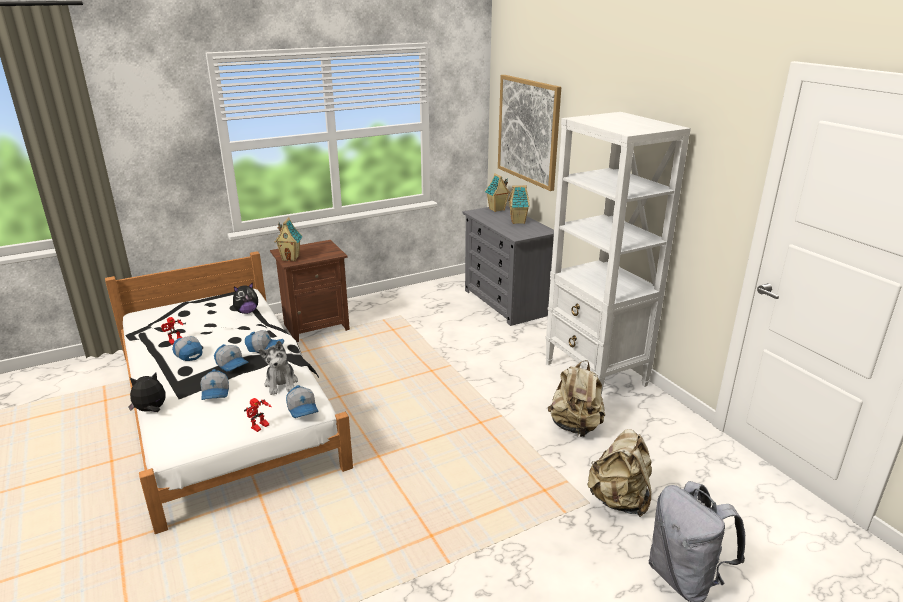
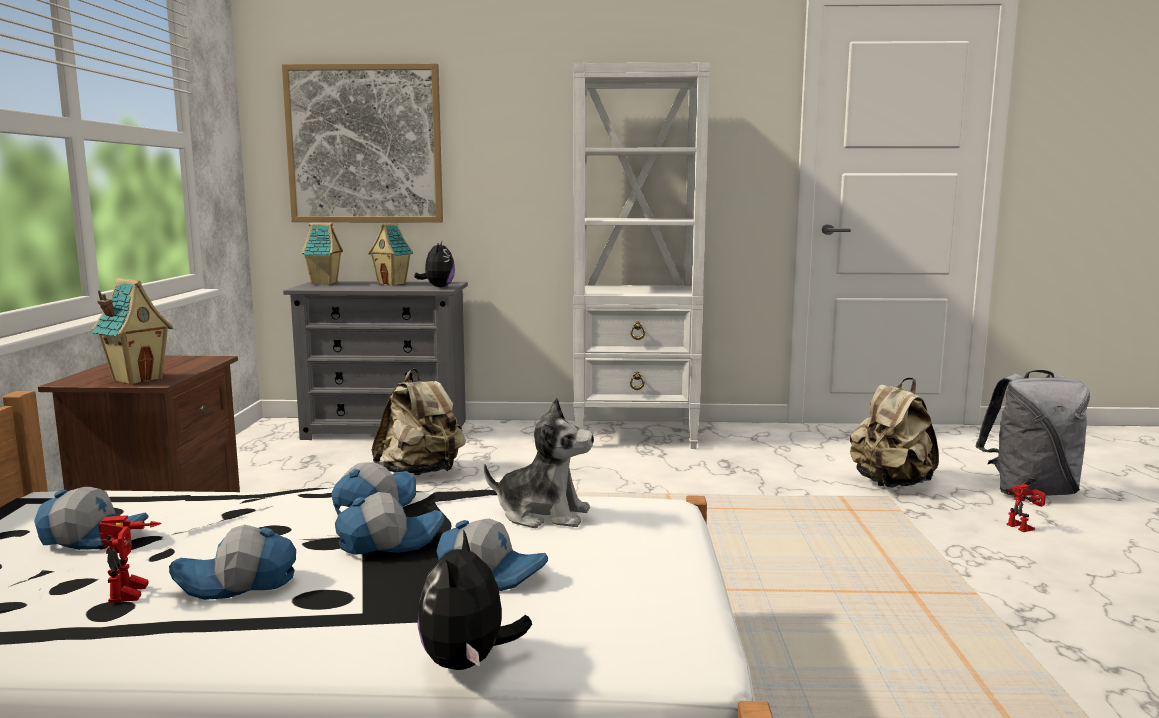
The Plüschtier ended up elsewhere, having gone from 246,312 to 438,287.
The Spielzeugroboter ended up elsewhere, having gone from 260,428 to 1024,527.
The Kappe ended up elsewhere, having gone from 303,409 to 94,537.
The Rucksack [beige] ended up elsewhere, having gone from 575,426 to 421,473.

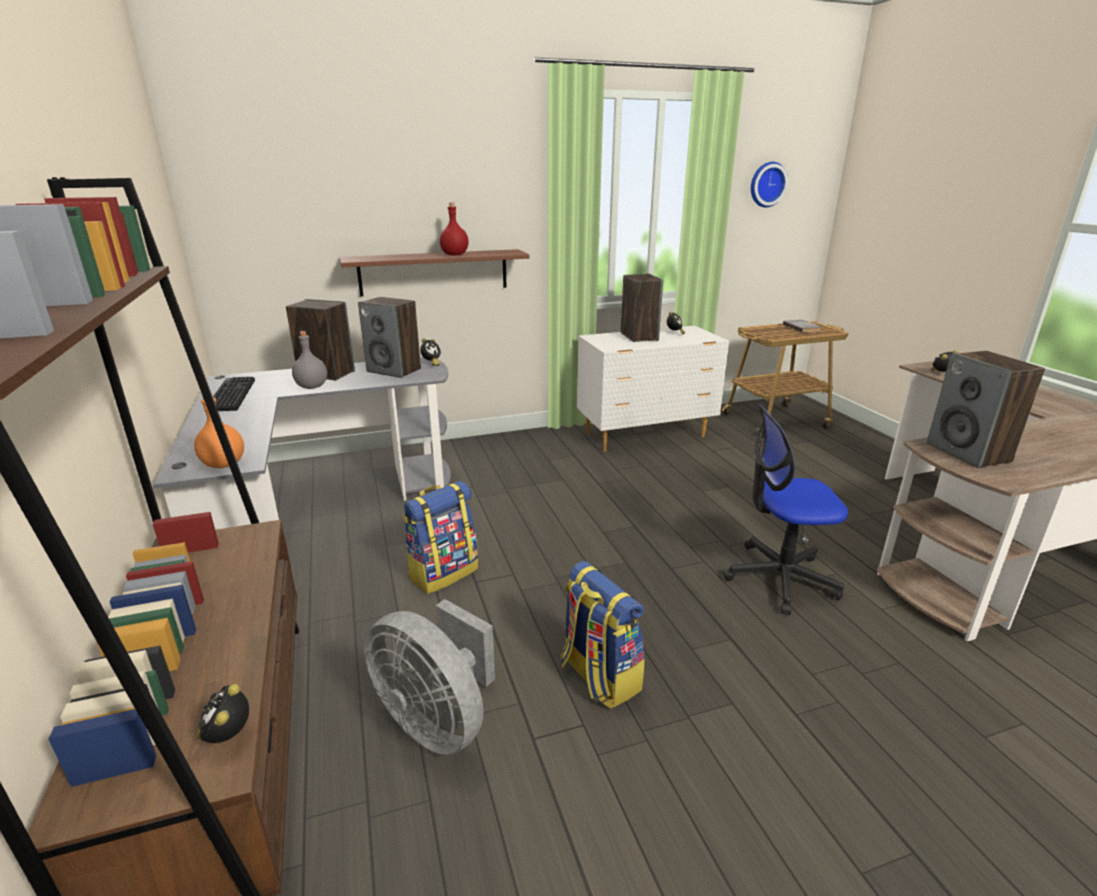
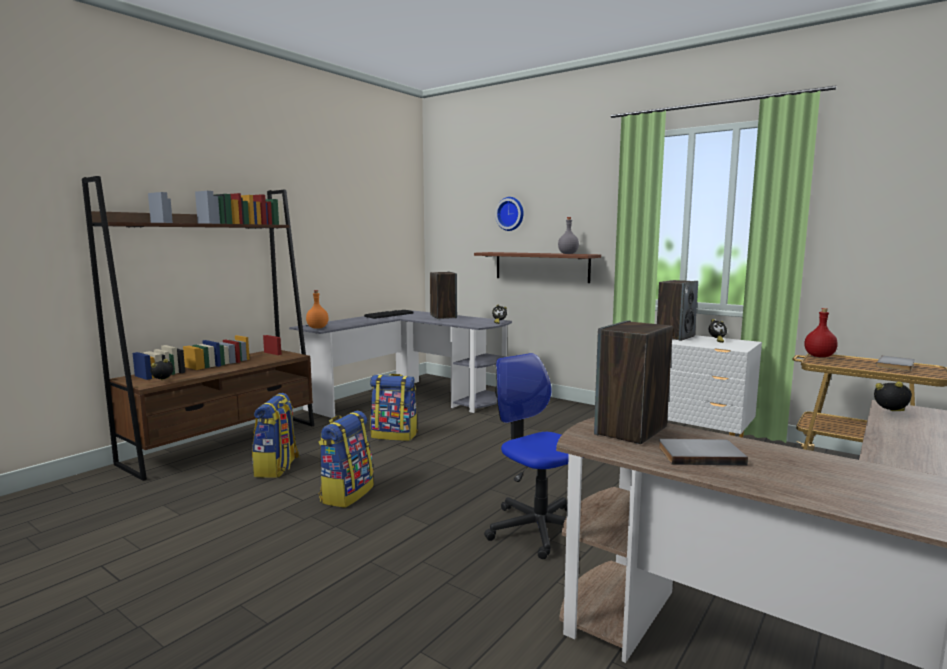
The Flasche [grau] ended up elsewhere, having gone from 311,387 to 567,253.
The second view lost the Lautsprecher at 394,370.
Where the Ventilator [grau] stood at 437,721, the Rucksack came to stand at 277,468.
The Flasche [rot] ended up elsewhere, having gone from 455,255 to 820,356.
The Wanduhr ended up elsewhere, having gone from 766,184 to 510,214.
The second view gained the Buch [grau] at 699,454.

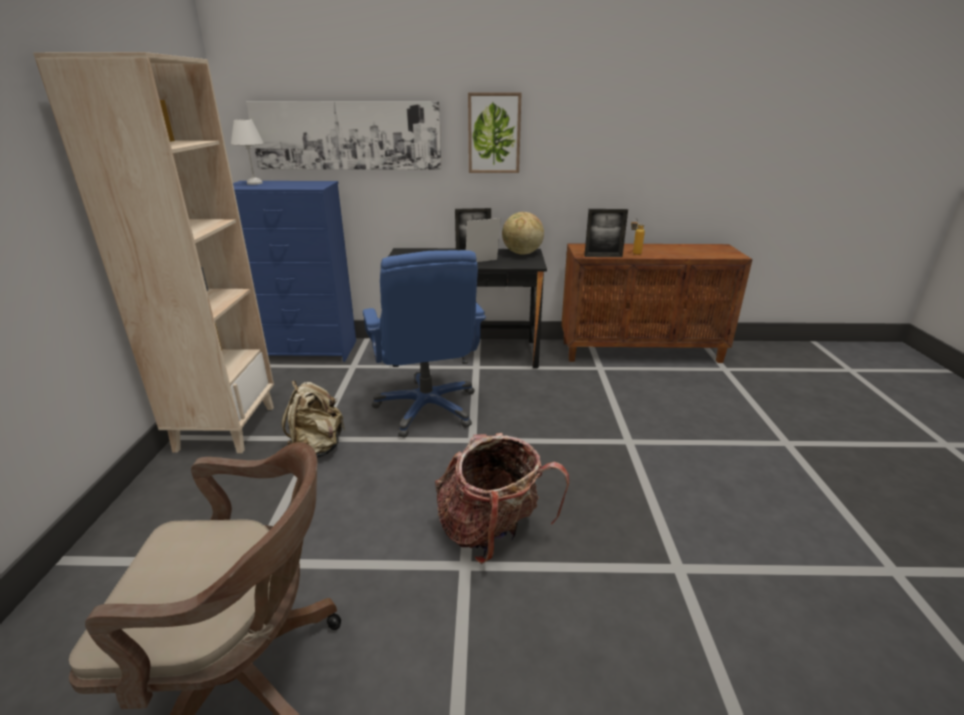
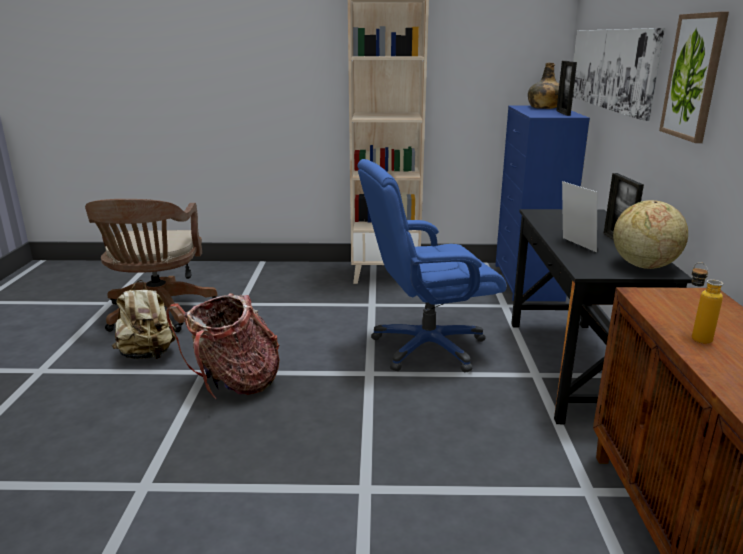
Where the Tischlampe [weiß] stood at 254,183, the Flasche [grün] came to stand at 544,107.
The Rucksack [beige] ended up elsewhere, having gone from 317,449 to 148,355.
The Bilderrahmen ended up elsewhere, having gone from 603,256 to 563,113.

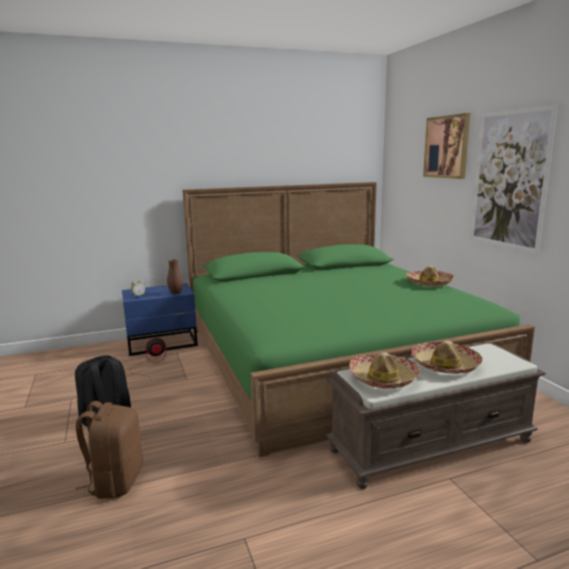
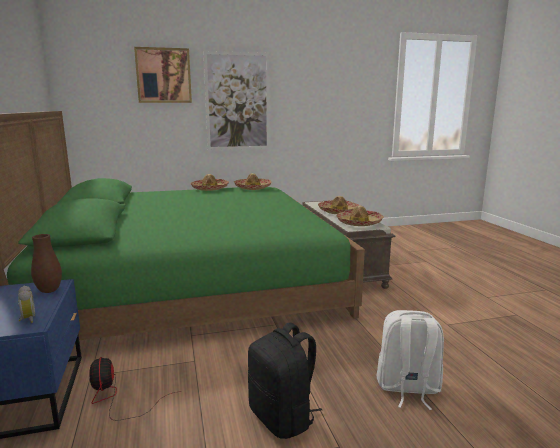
What was the Rucksack [braun] at 115,481 turned into the Rucksack [weiß] at 407,388.
The second view gained the Hut at 252,188.

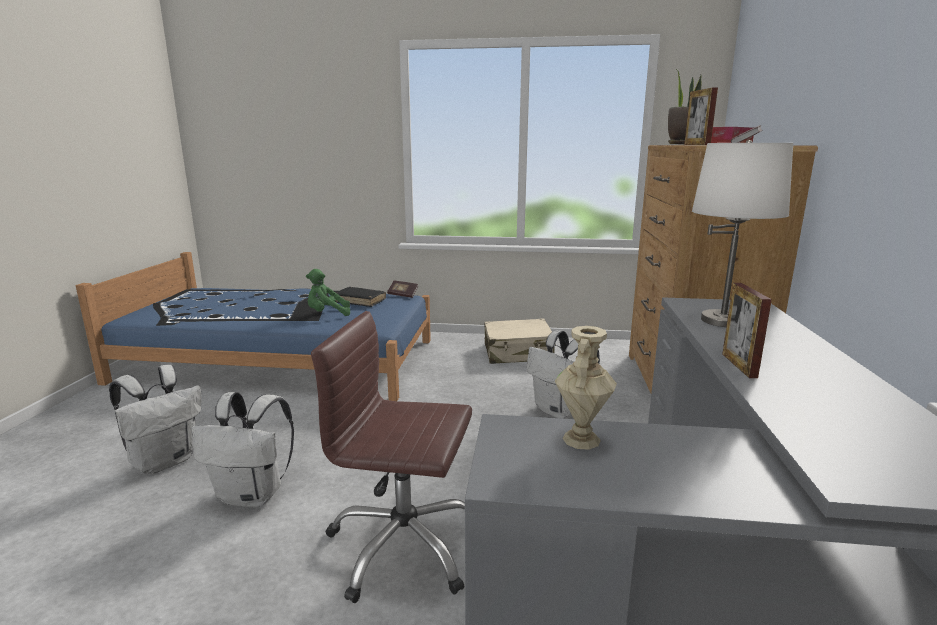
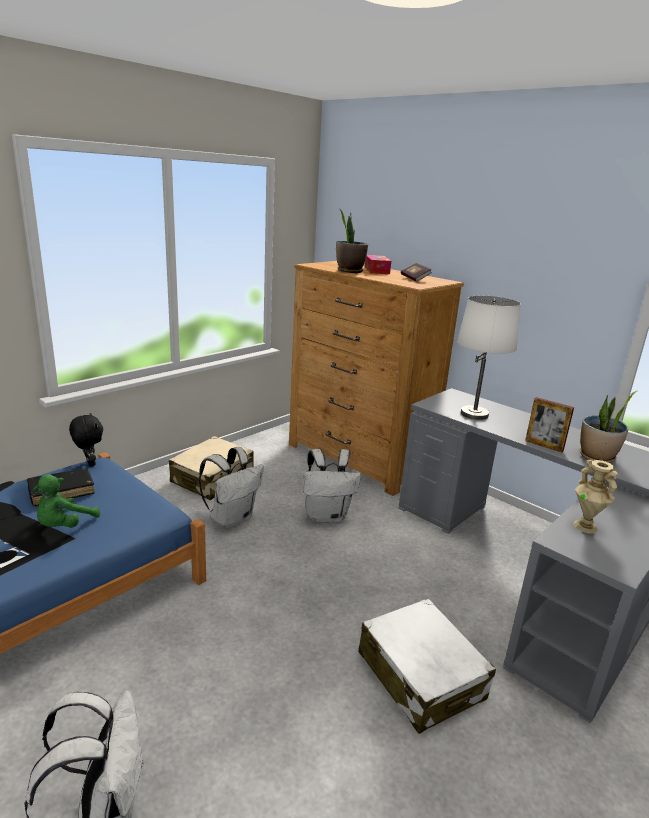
The Rucksack [weiß] ended up elsewhere, having gone from 253,495 to 232,518.
Where the Bürostuhl [braun] stood at 404,545, the Koffer [weiß] came to stand at 420,676.
Where the Buch stood at 403,295, the Plüschtier [schwarz] came to stand at 89,463.
The second view lost the Bilderrahmen at 697,144.
The second view gained the Topfpflanze at 596,457.

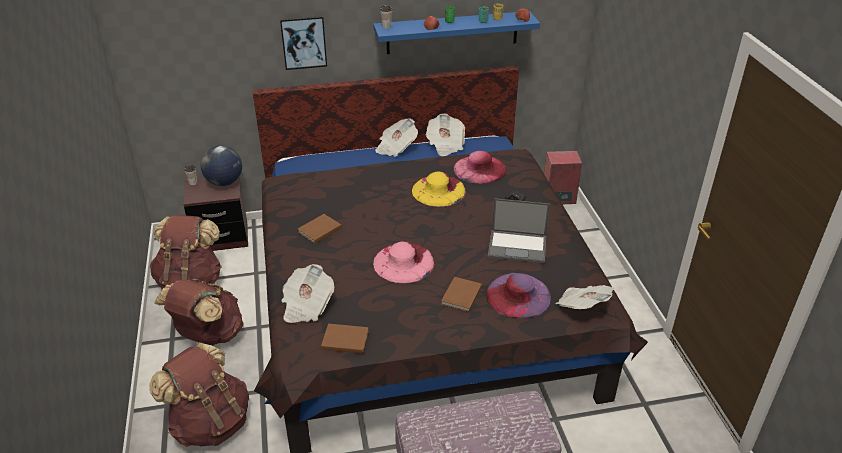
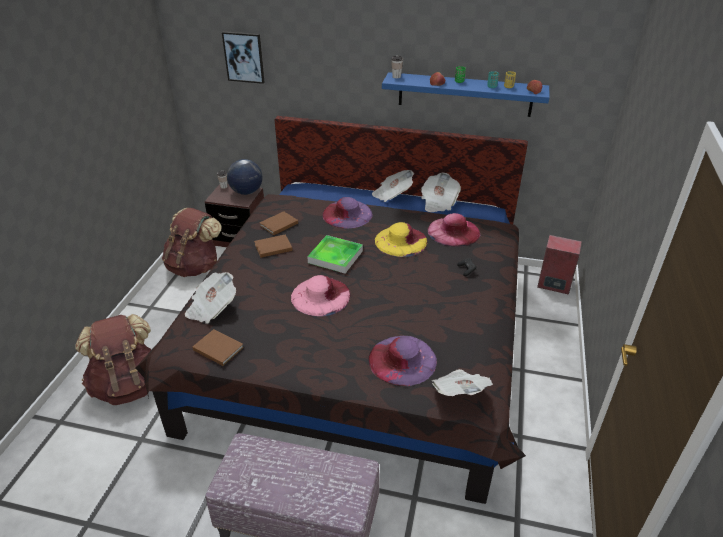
The second view lost the Rucksack [braun] at 208,335.
The Bild ended up elsewhere, having gone from 303,42 to 244,57.
The Buch [braun] ended up elsewhere, having gone from 460,296 to 278,224.
The second view lost the Laptop at 518,246.
The second view gained the Tablett at 335,257.
The second view gained the Hut [lila] at 347,214.

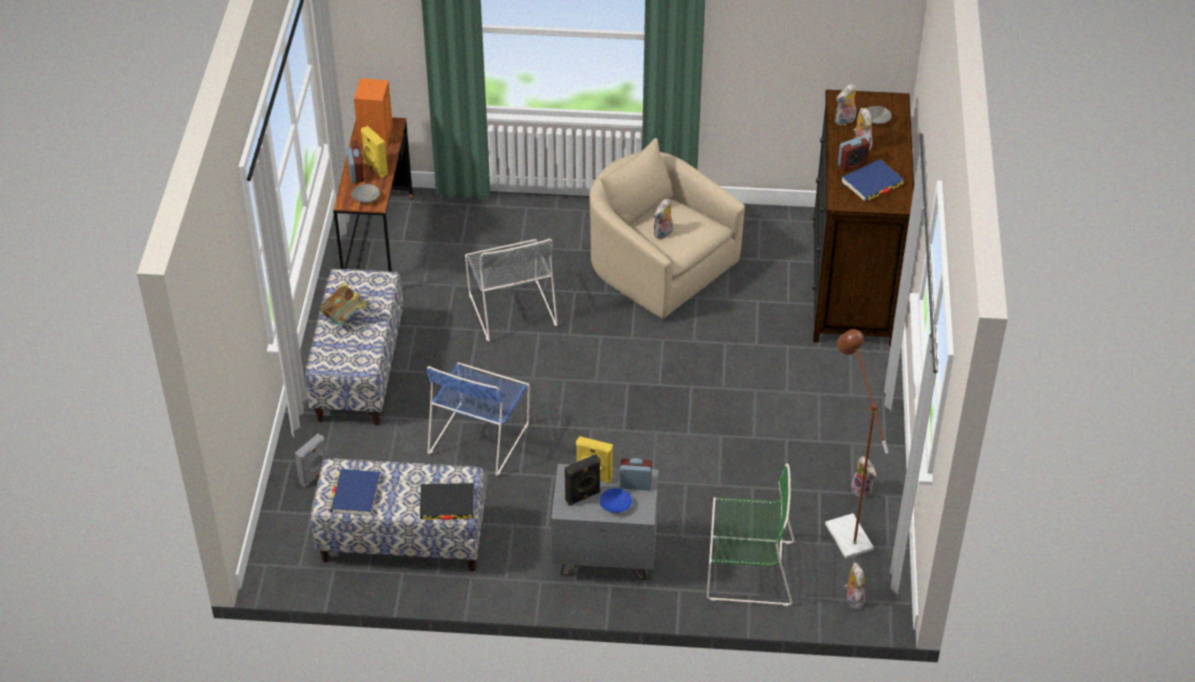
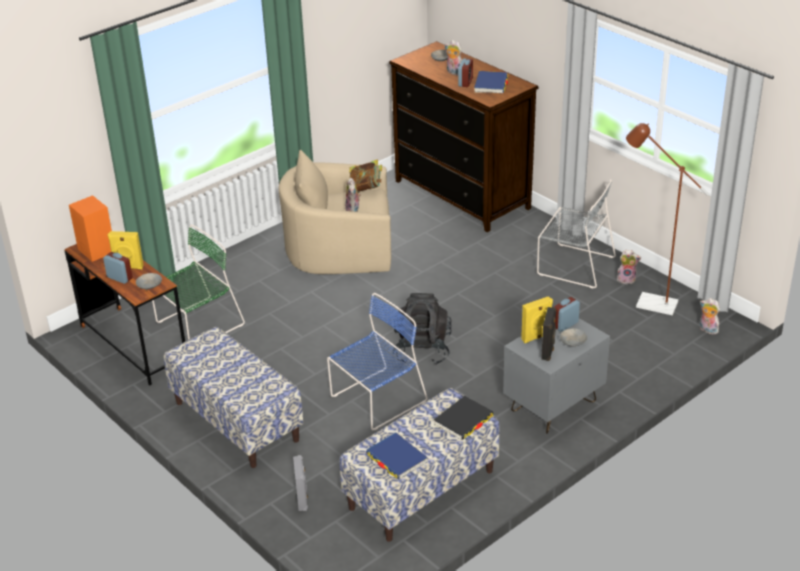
The Buch ended up elsewhere, having gone from 344,317 to 366,189.
The Stuhl [blau] at 480,436 ended up facing another way, 105 degrees counterclockwise from before.
The Stuhl [grau] ended up elsewhere, having gone from 511,307 to 573,265.
What was the Schüssel [blau] at 615,505 turned into the Schüssel [grau] at 572,342.
The Stuhl [grün] ended up elsewhere, having gone from 746,570 to 198,325.
The second view lost the Plüschtier at 845,121.
The second view gained the Rucksack [schwarz] at 422,350.

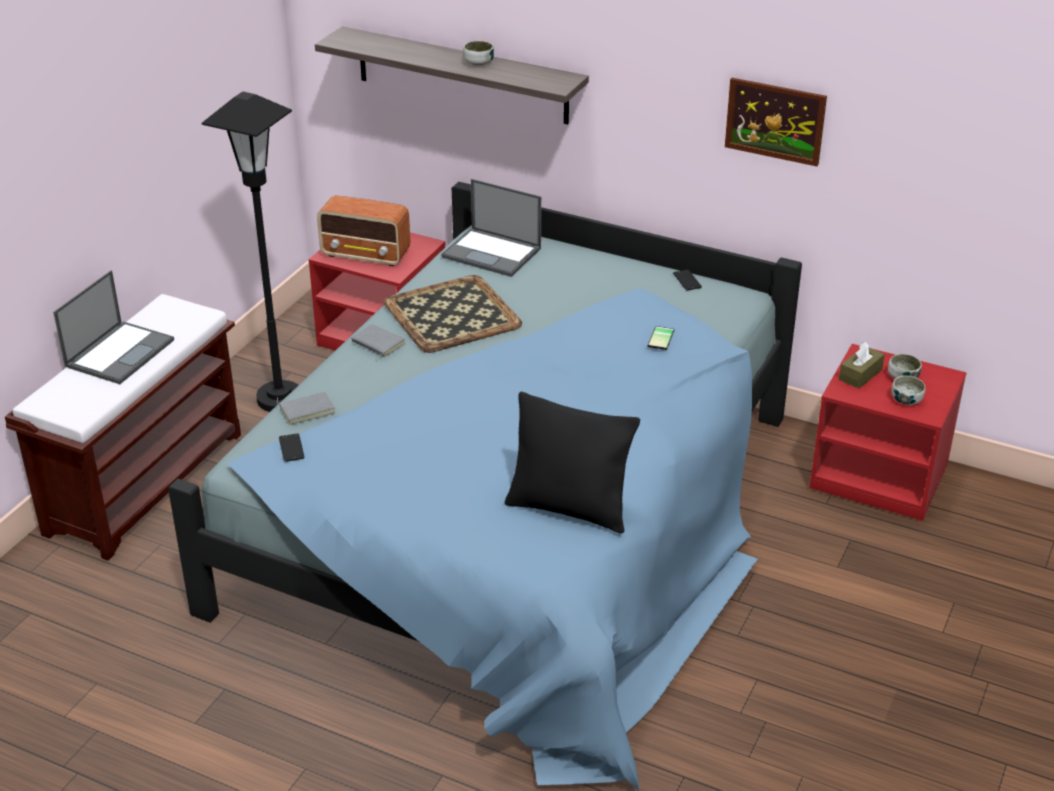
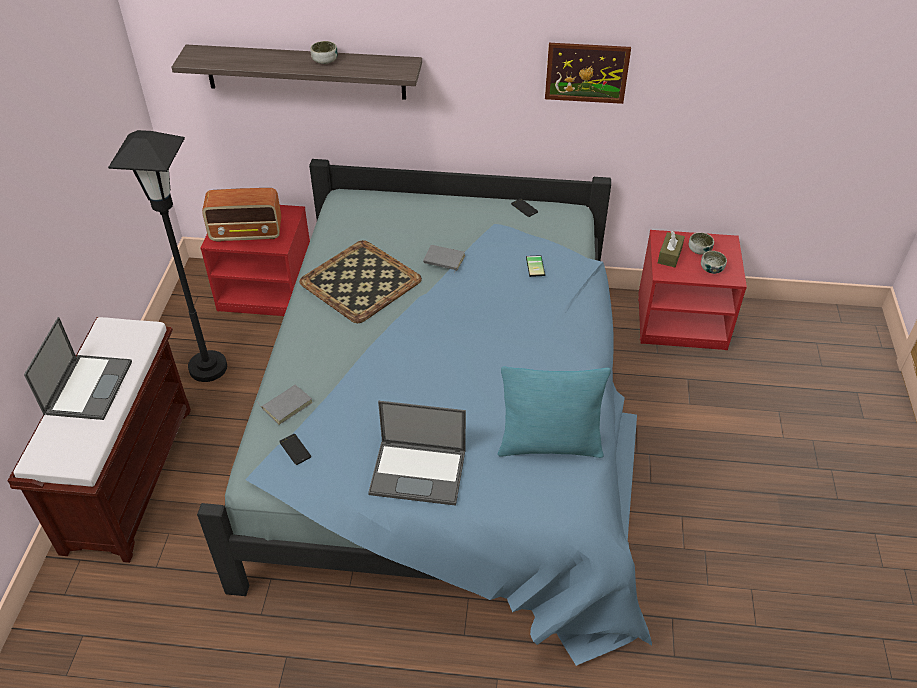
The Buch [grau] ended up elsewhere, having gone from 377,344 to 443,260.
The Laptop ended up elsewhere, having gone from 493,253 to 419,472.
What was the Kissen [schwarz] at 569,508 turned into the Kissen [türkis] at 549,445.

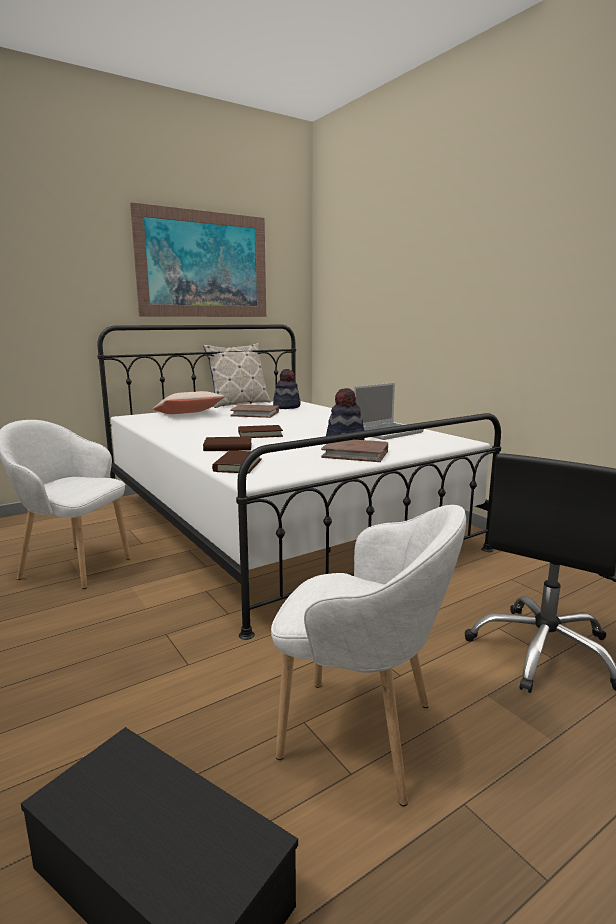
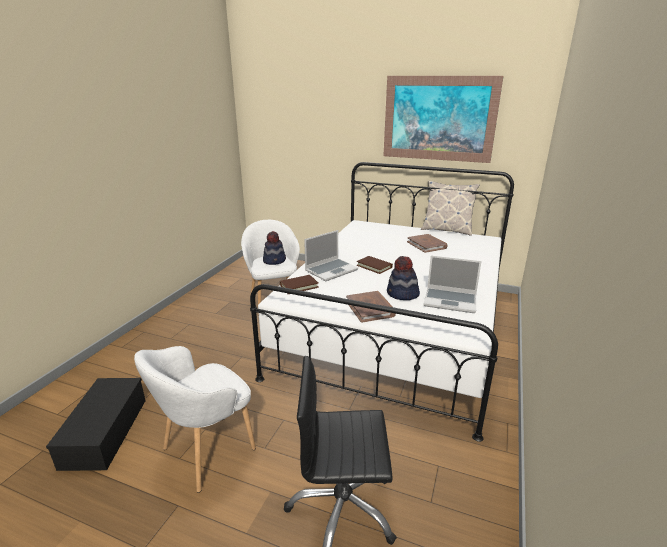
The second view lost the Kissen [beige] at 188,414.
Where the Buch [braun] stood at 228,447, the Laptop came to stand at 331,270.
The Sessel [weiß] at 363,735 ended up facing another way, 60 degrees clockwise from before.
The Hut ended up elsewhere, having gone from 287,407 to 274,260.

